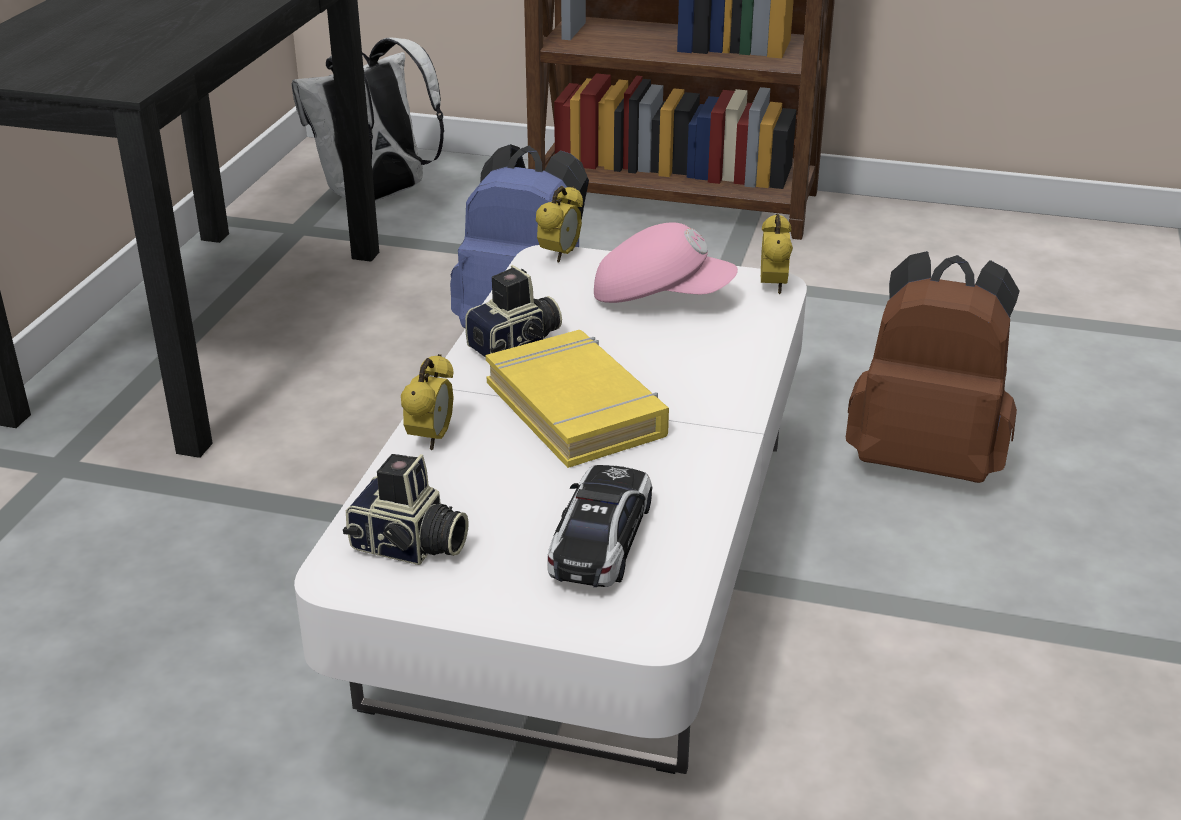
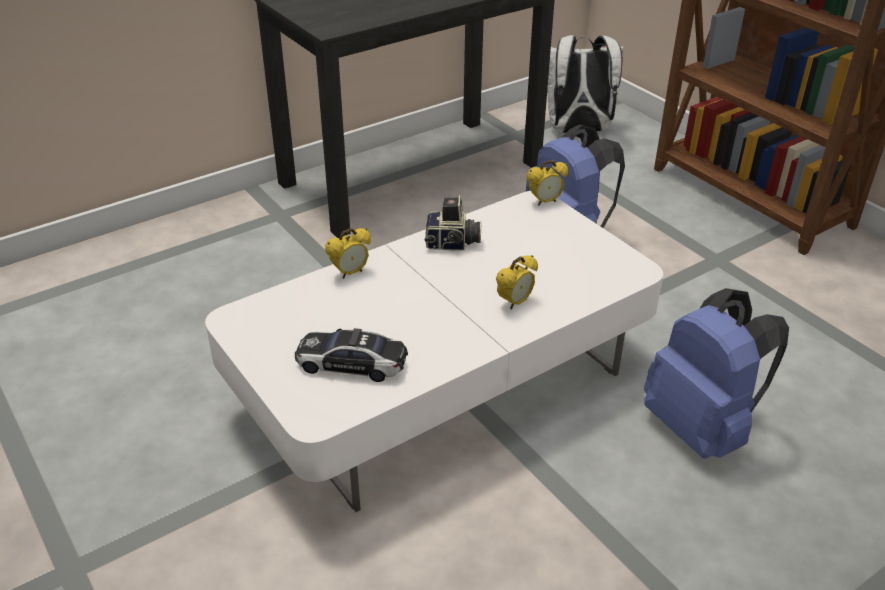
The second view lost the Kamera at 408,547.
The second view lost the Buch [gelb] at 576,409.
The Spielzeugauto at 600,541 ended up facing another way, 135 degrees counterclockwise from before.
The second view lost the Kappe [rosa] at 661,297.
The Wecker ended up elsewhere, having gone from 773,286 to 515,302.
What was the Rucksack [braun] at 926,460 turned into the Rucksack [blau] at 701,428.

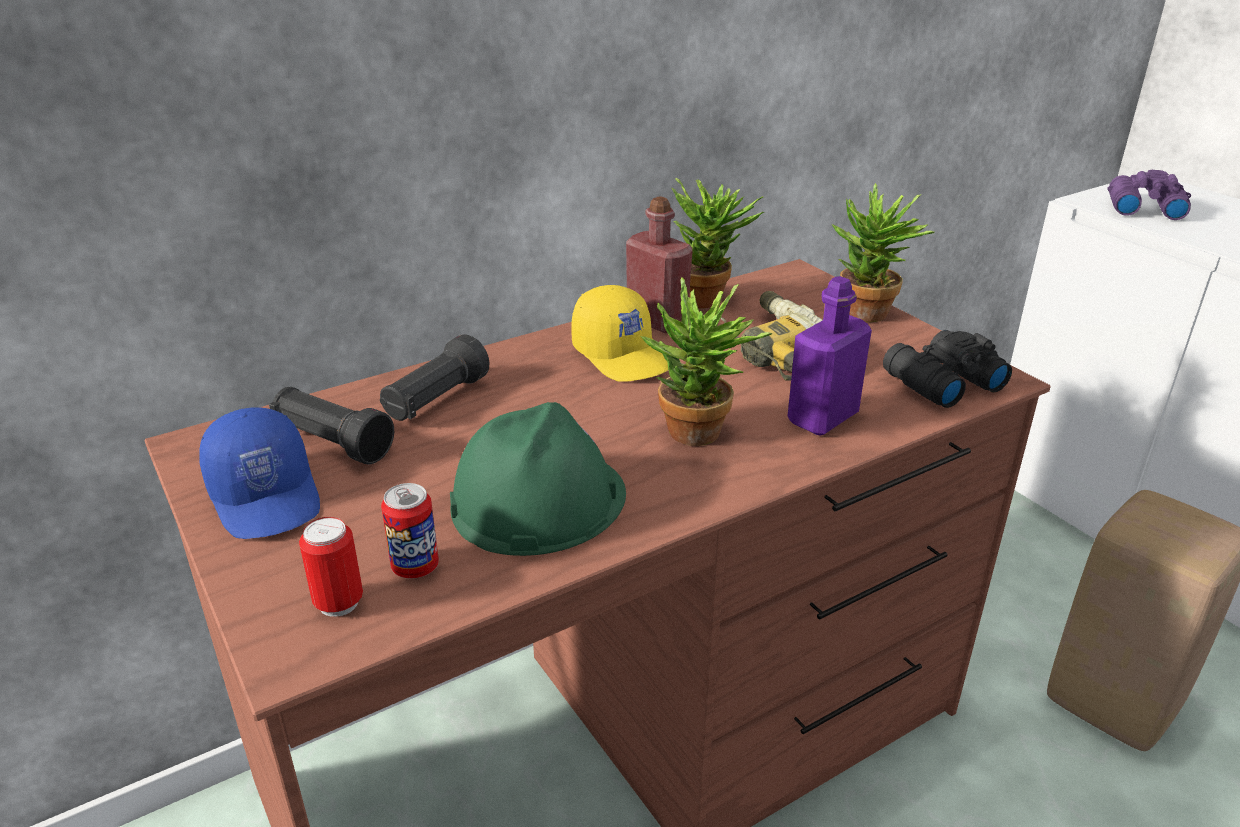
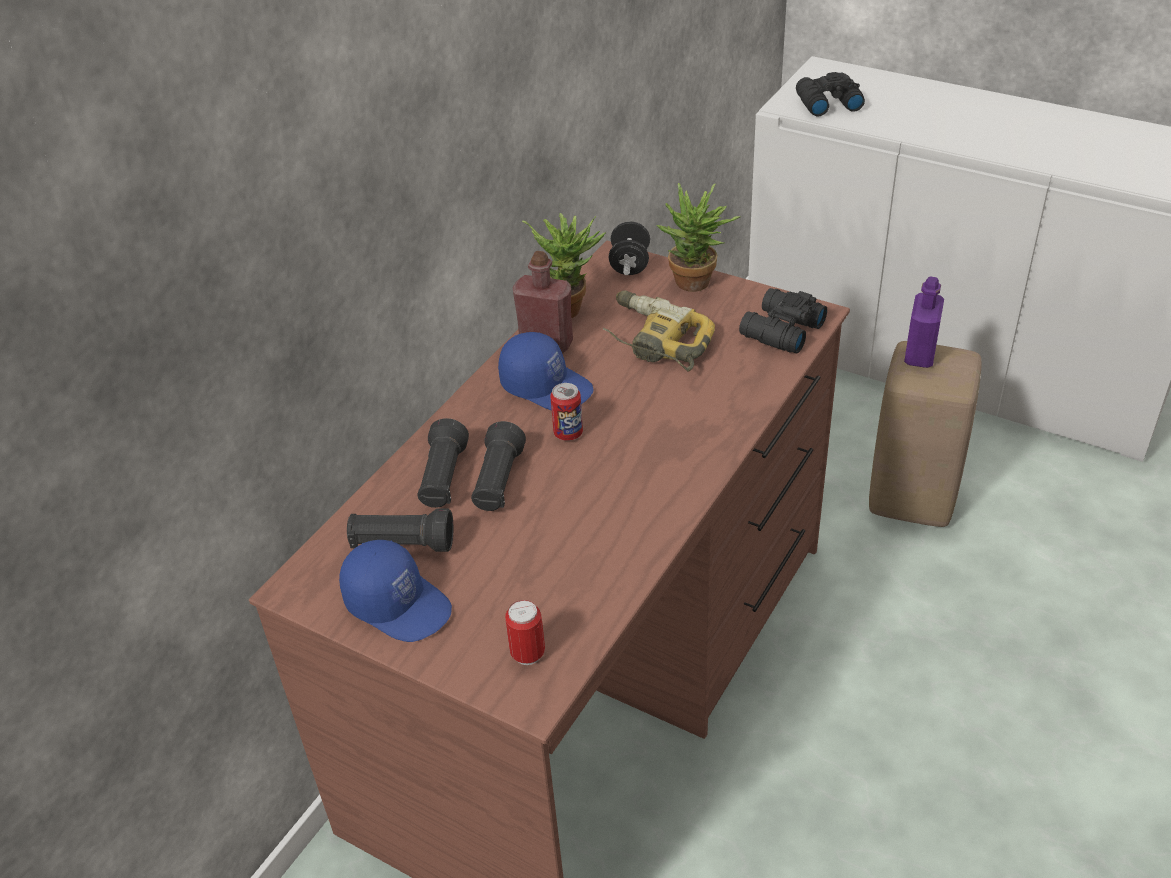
The Dose ended up elsewhere, having gone from 415,567 to 568,433.
The second view lost the Schutzhelm [grün] at 538,499.
What was the Kappe [gelb] at 623,355 turned into the Kappe [blau] at 547,386.
The second view lost the Topfpflanze at 698,438.
The Flasche [lila] ended up elsewhere, having gone from 822,418 to 920,355.
What was the Fernglas [lila] at 1142,208 turned into the Fernglas [schwarz] at 827,103.
The second view gained the Taschenlampe [schwarz] at 498,482.
The second view gained the Hantel [schwarz] at 630,265.

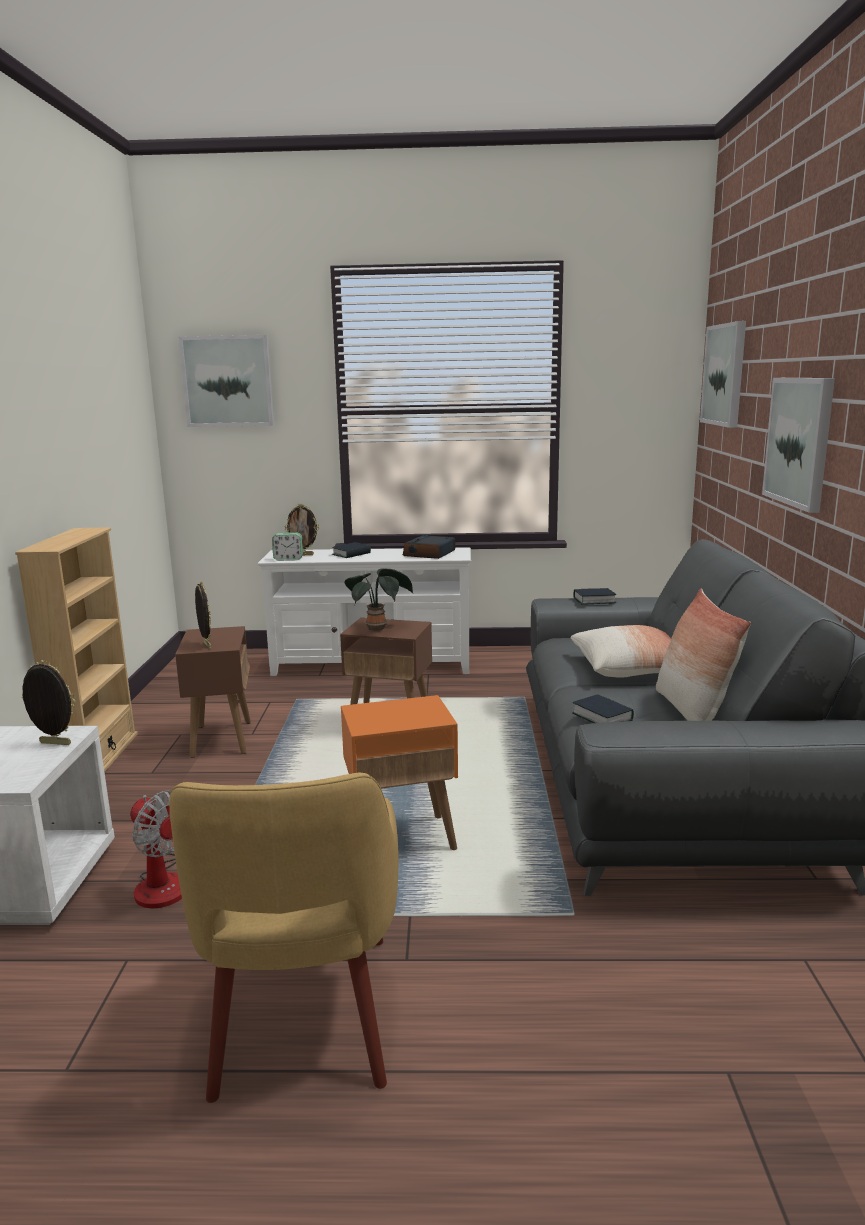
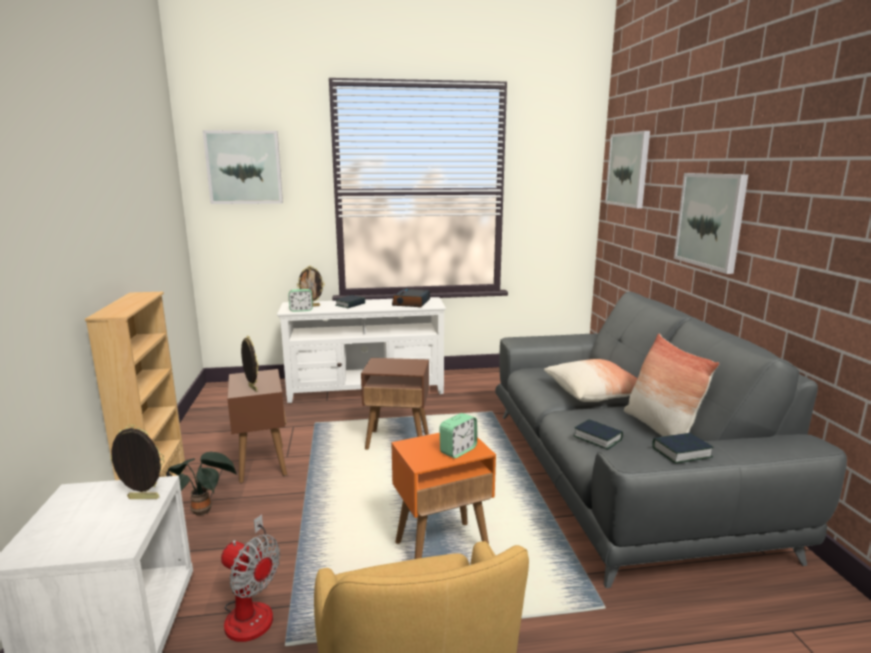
The Topfpflanze ended up elsewhere, having gone from 379,628 to 204,510.
The Buch ended up elsewhere, having gone from 594,600 to 681,452.
The second view gained the Wecker at 458,450.

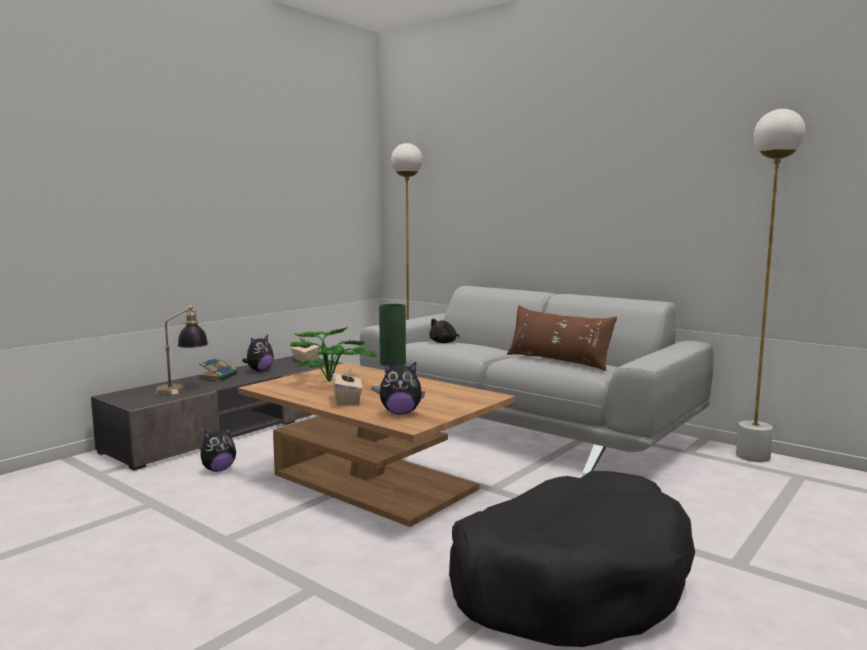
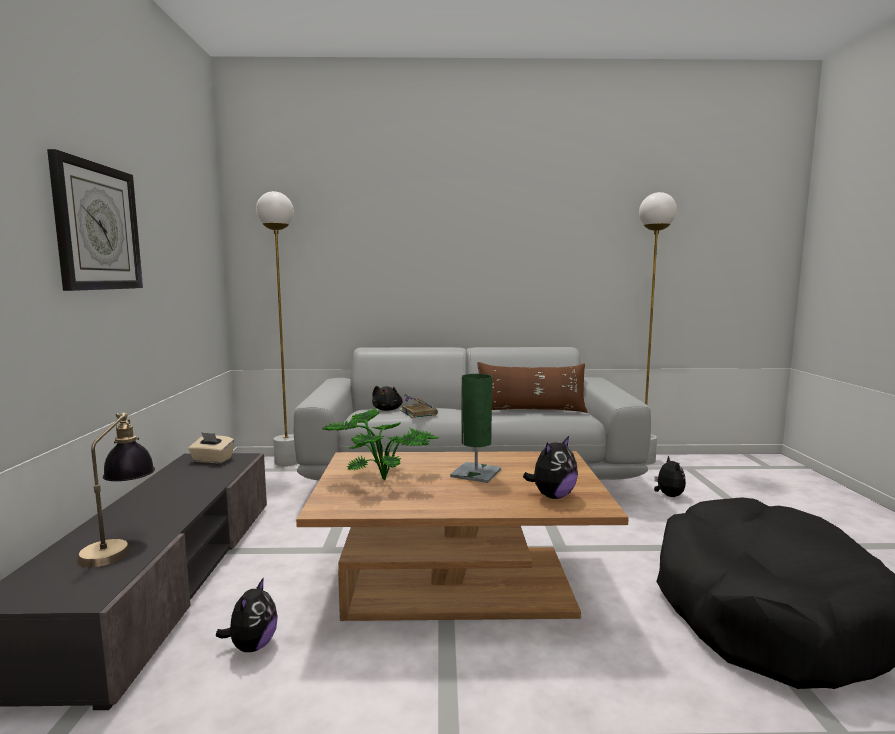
The Buch ended up elsewhere, having gone from 218,377 to 418,413.
The Plüschtier ended up elsewhere, having gone from 259,370 to 668,495.
The second view lost the Taschentuchbox [beige] at 347,400.
The second view gained the Wanduhr at 97,227.

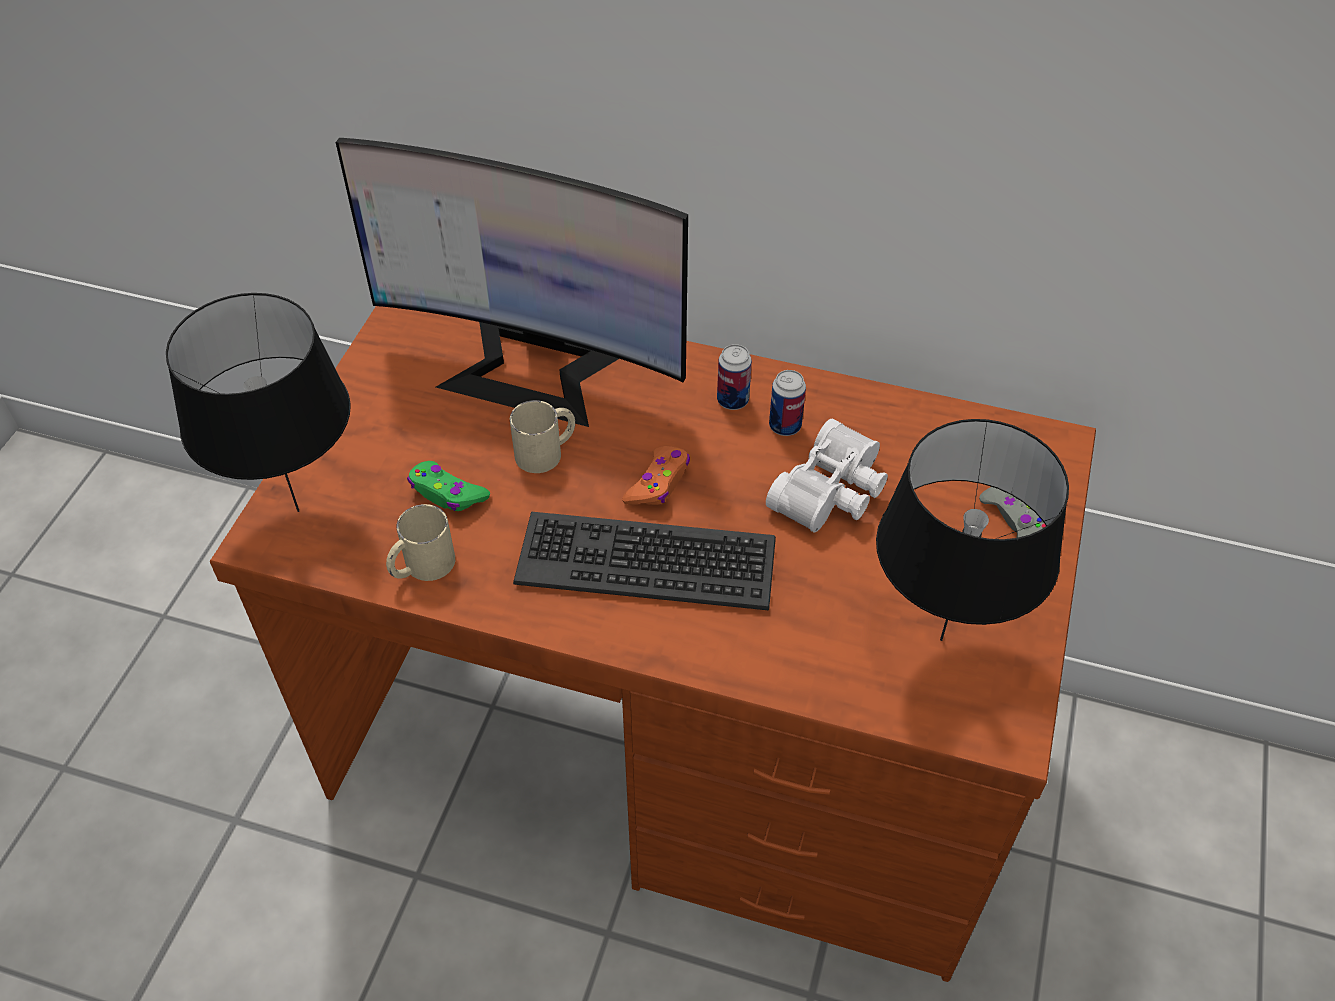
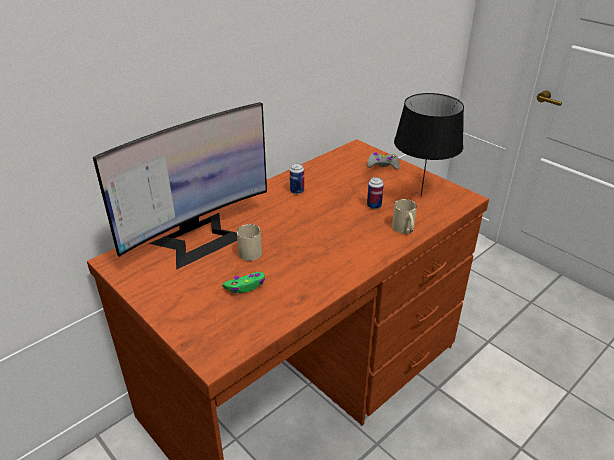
The second view lost the Tischlampe [schwarz] at 300,510.
The Henkelbecher [beige] ended up elsewhere, having gone from 421,567 to 404,229.
The second view lost the Tastatur at 646,560.
The second view lost the Gamepad [orange] at 658,483.
The Dose ended up elsewhere, having gone from 732,400 to 374,206.
The second view lost the Fernglas [weiß] at 833,493.

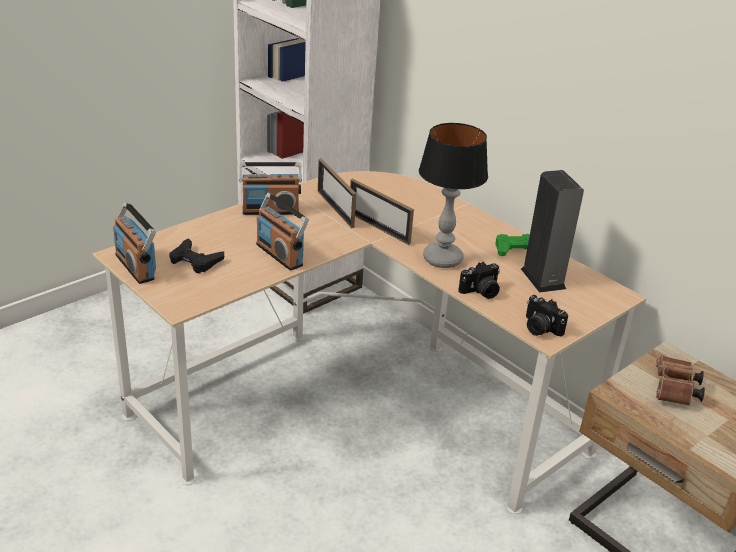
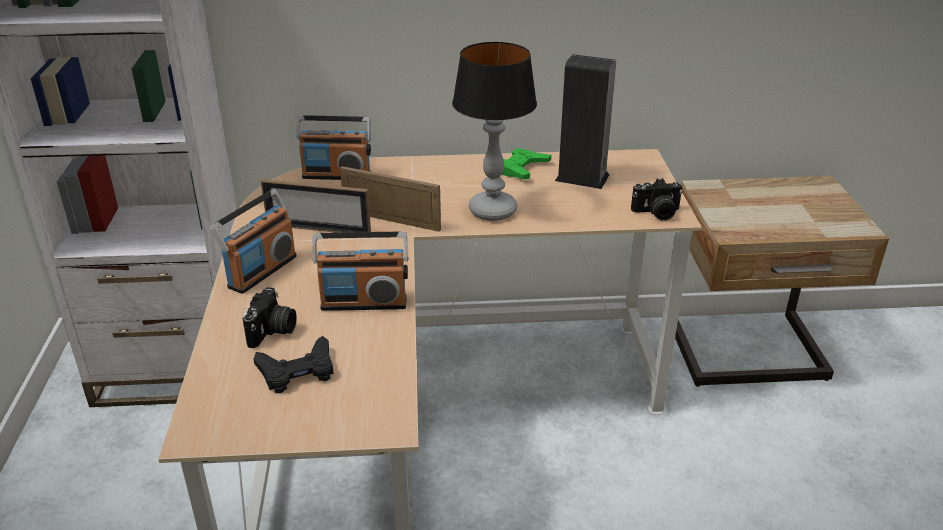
The Radio ended up elsewhere, having gone from 135,267 to 337,175.
The Bilderrahmen at 378,228 ended up facing another way, 150 degrees counterclockwise from before.
The Kamera ended up elsewhere, having gone from 481,292 to 273,331.
The second view lost the Fernglas [braun] at 674,391.

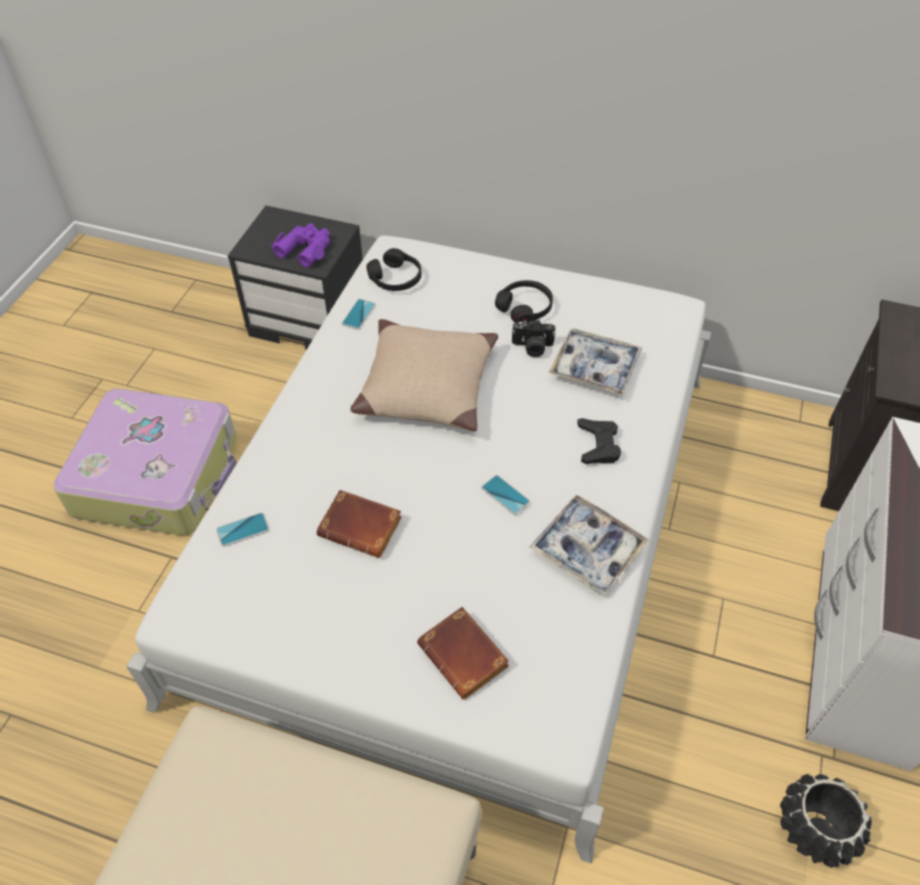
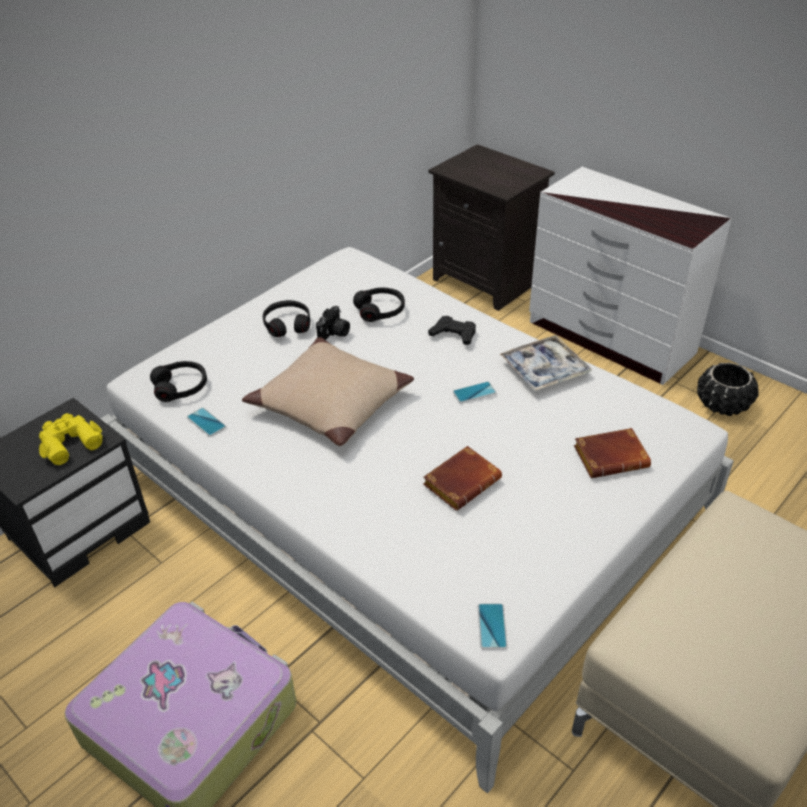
The Handy ended up elsewhere, having gone from 243,530 to 492,626.
What was the Fernglas [lila] at 305,249 turned into the Fernglas [gelb] at 69,442.
Where the Tablett stood at 594,368, the Kopfhörer [schwarz] came to stand at 380,310.

